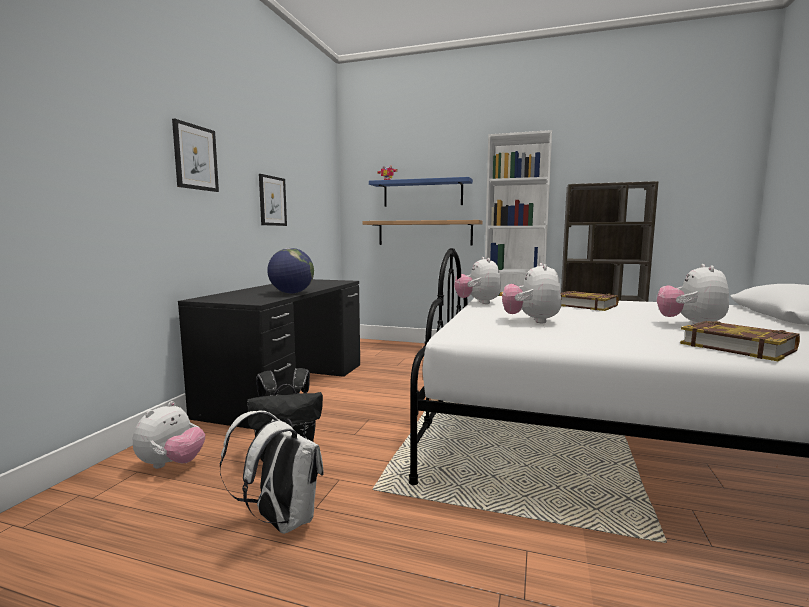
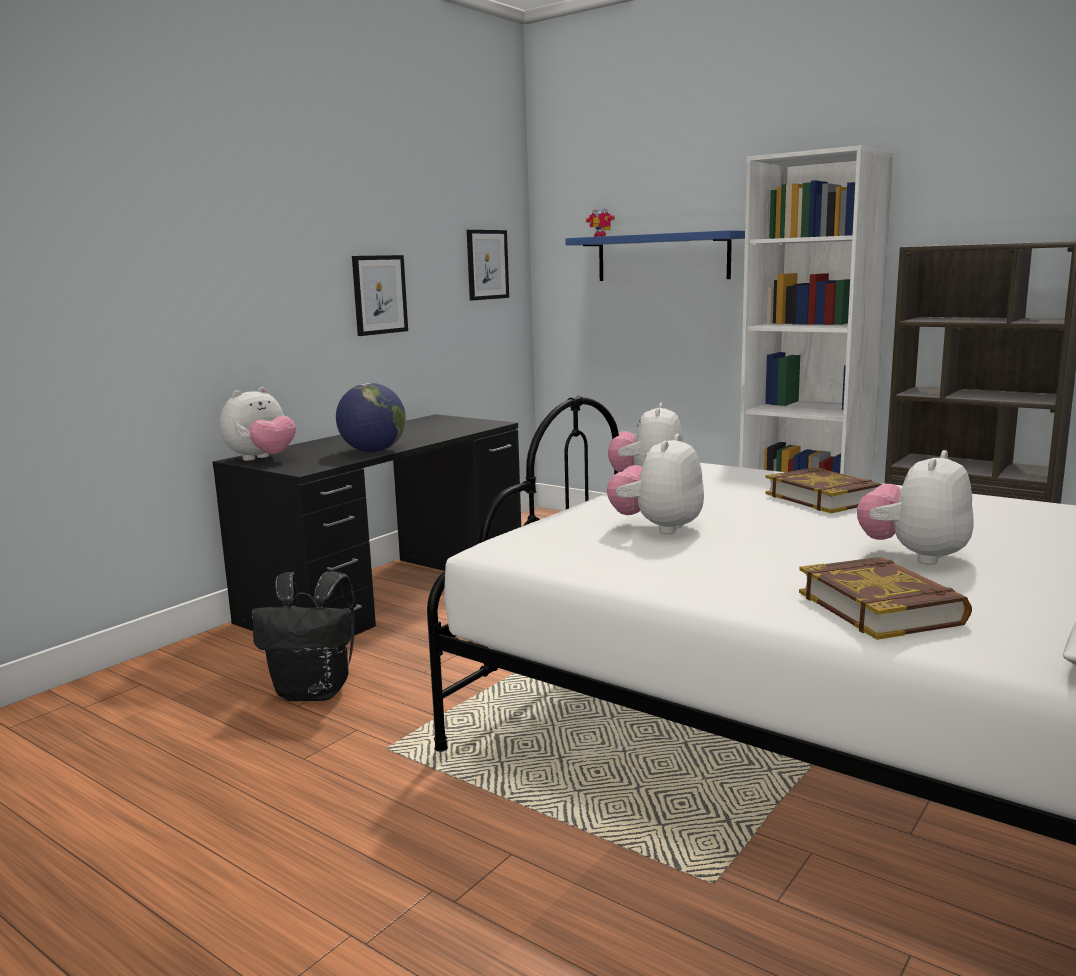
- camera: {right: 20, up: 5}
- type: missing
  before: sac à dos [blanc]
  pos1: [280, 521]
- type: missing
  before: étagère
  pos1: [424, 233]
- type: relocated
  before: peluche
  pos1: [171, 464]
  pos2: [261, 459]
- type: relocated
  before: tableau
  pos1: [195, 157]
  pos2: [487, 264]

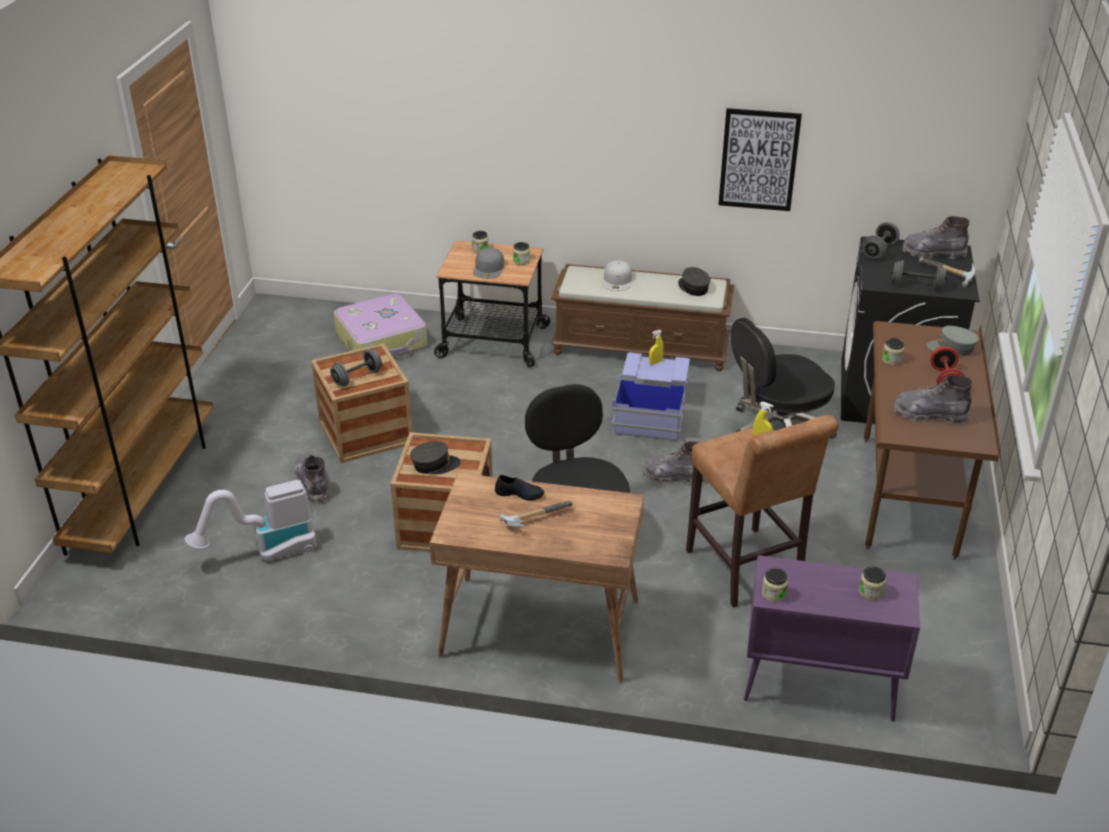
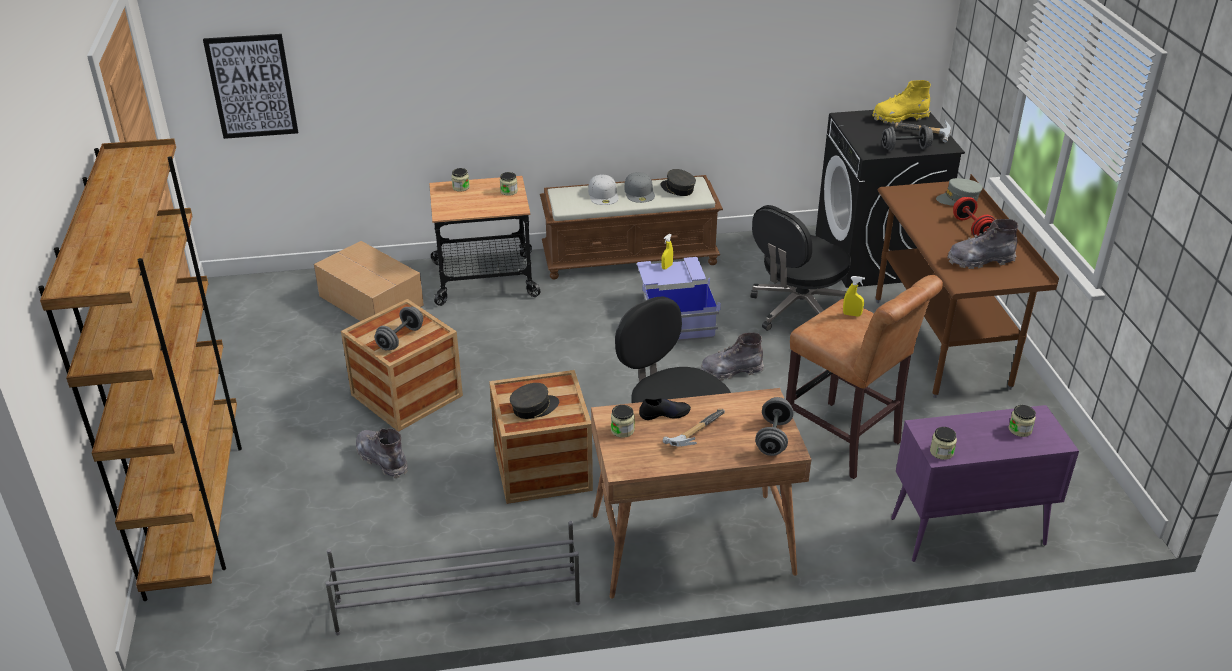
- camera: {right: -20, up: 0}
- type: missing
  before: aspirateur
  pos1: [265, 552]
- type: appeared
  after: étagère à chaussures [gris]
  pos2: [456, 601]
- type: relocated
  before: casquette [gris]
  pos1: [489, 268]
  pos2: [639, 192]
- type: relocated
  before: tableau
  pos1: [759, 160]
  pos2: [252, 86]
- type: relocated
  before: haltère [gris]
  pos1: [879, 251]
  pos2: [773, 438]
- type: relocated
  before: bocal
  pos1: [891, 360]
  pos2: [622, 430]
- type: exchanged
  before: valise
  after: carton
  pos1: [382, 340]
  pos2: [370, 300]
- type: colour
  before: botte [gris]
  after: botte [jaune]
  pos1: [933, 253]
  pos2: [899, 118]

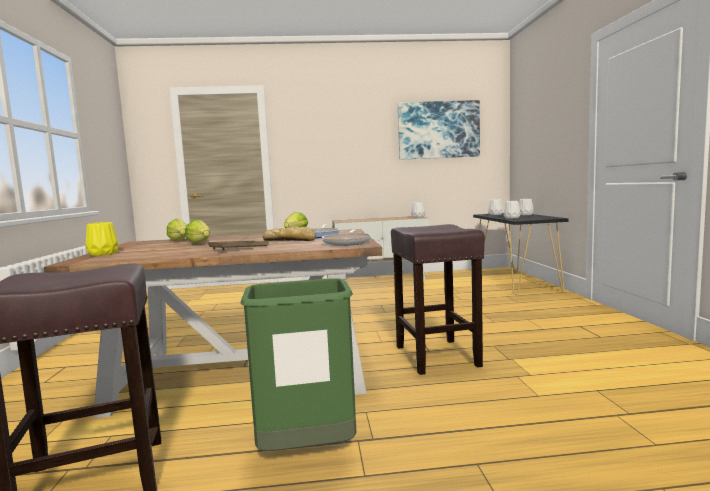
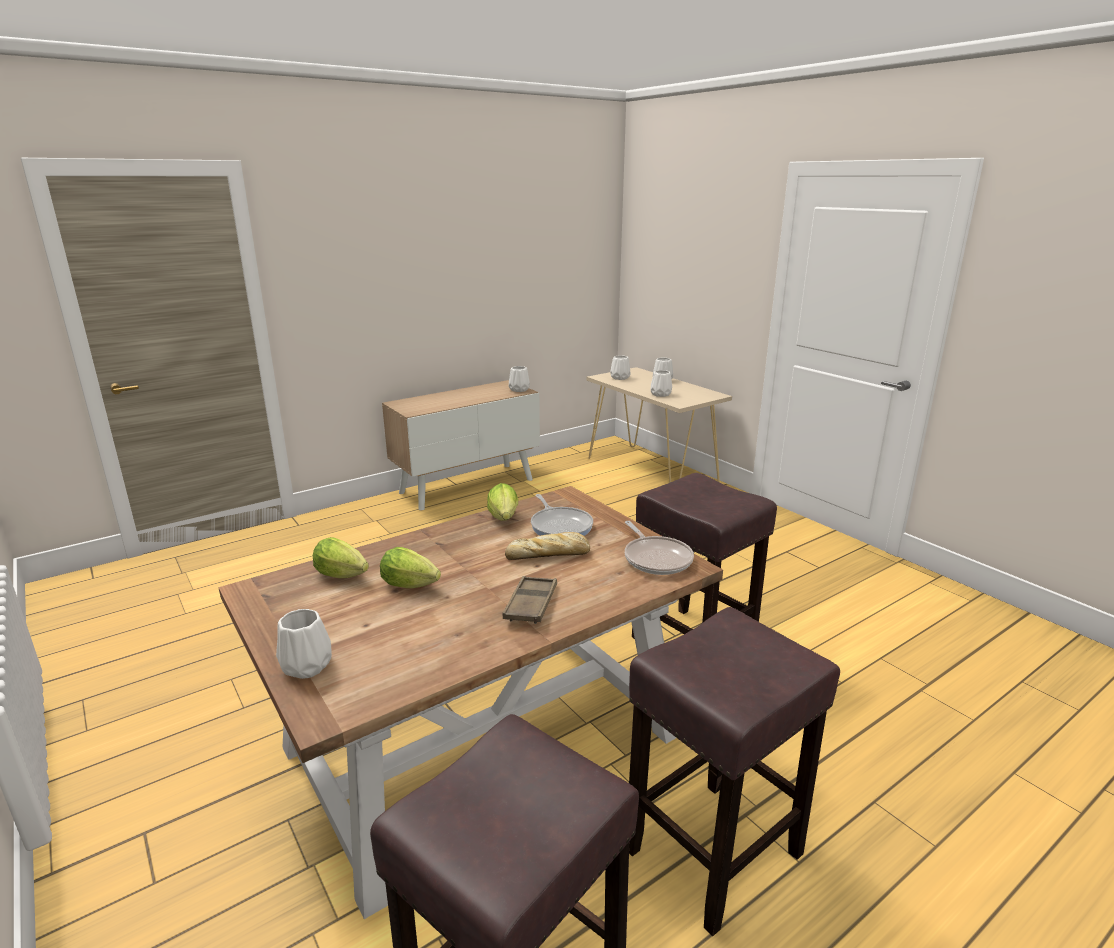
- camera: {right: -30, up: 15}
- type: missing
  before: tableau
  pos1: [438, 130]
- type: exchanged
  before: poubelle [vert]
  after: tabouret [marron]
  pos1: [306, 451]
  pos2: [712, 854]
- type: colour
  before: vase [jaune]
  after: vase [blanc]
  pos1: [103, 254]
  pos2: [308, 666]
- type: colour
  before: table console [noir]
  after: table console [beige]
  pos1: [516, 282]
  pos2: [651, 471]

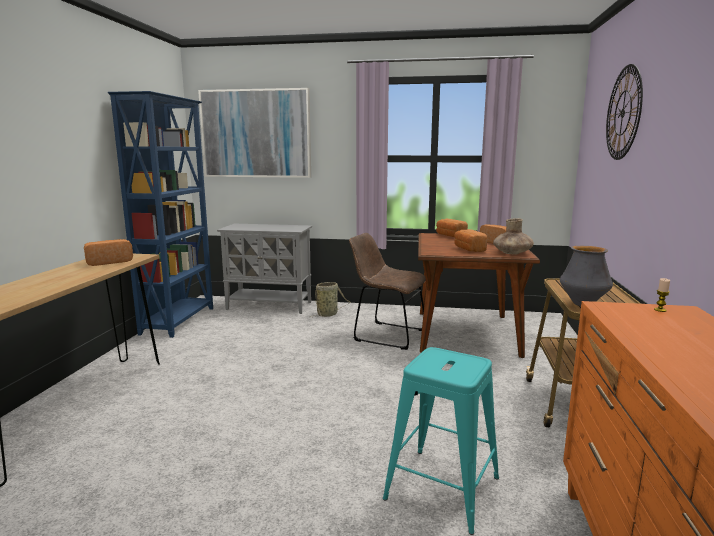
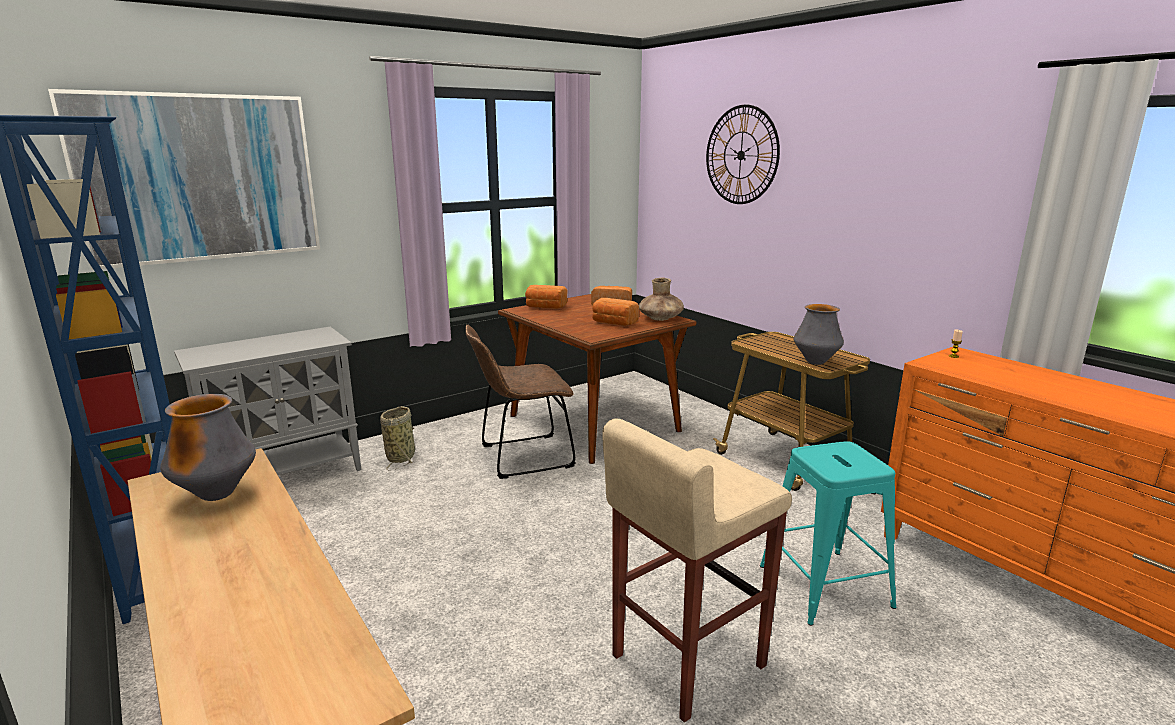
- camera: {right: -45, up: 5}
- type: appeared
  after: tabouret [beige]
  pos2: [685, 660]
- type: exchanged
  before: pain
  after: vase
  pos1: [108, 262]
  pos2: [217, 494]

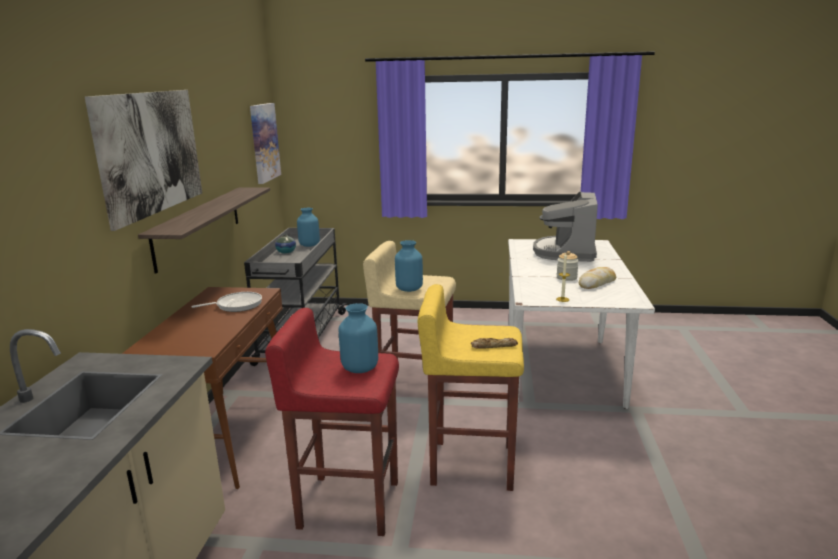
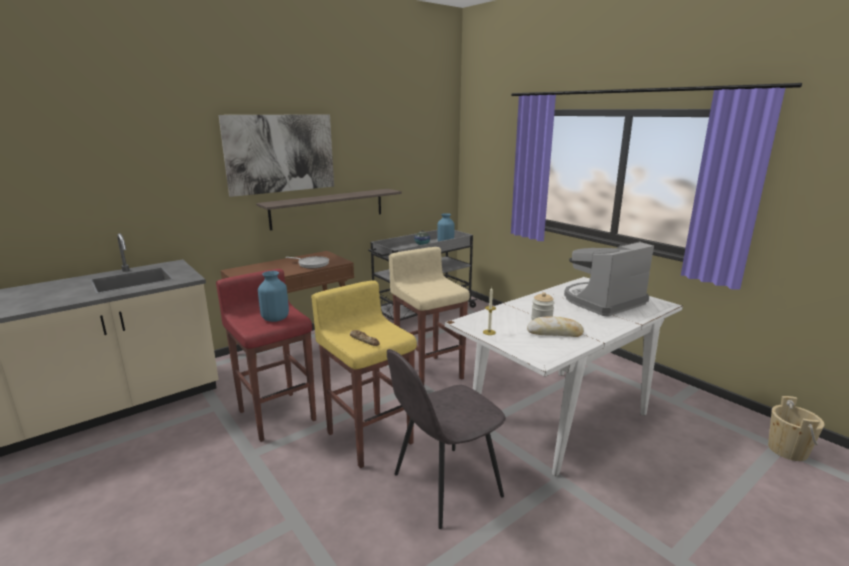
- camera: {right: 45, up: 0}
- type: missing
  before: tableau
  pos1: [264, 142]
- type: missing
  before: vase [bleu]
  pos1: [409, 289]
- type: appeared
  after: chaise [gris]
  pos2: [444, 486]
- type: appeared
  after: seau [beige]
  pos2: [787, 450]

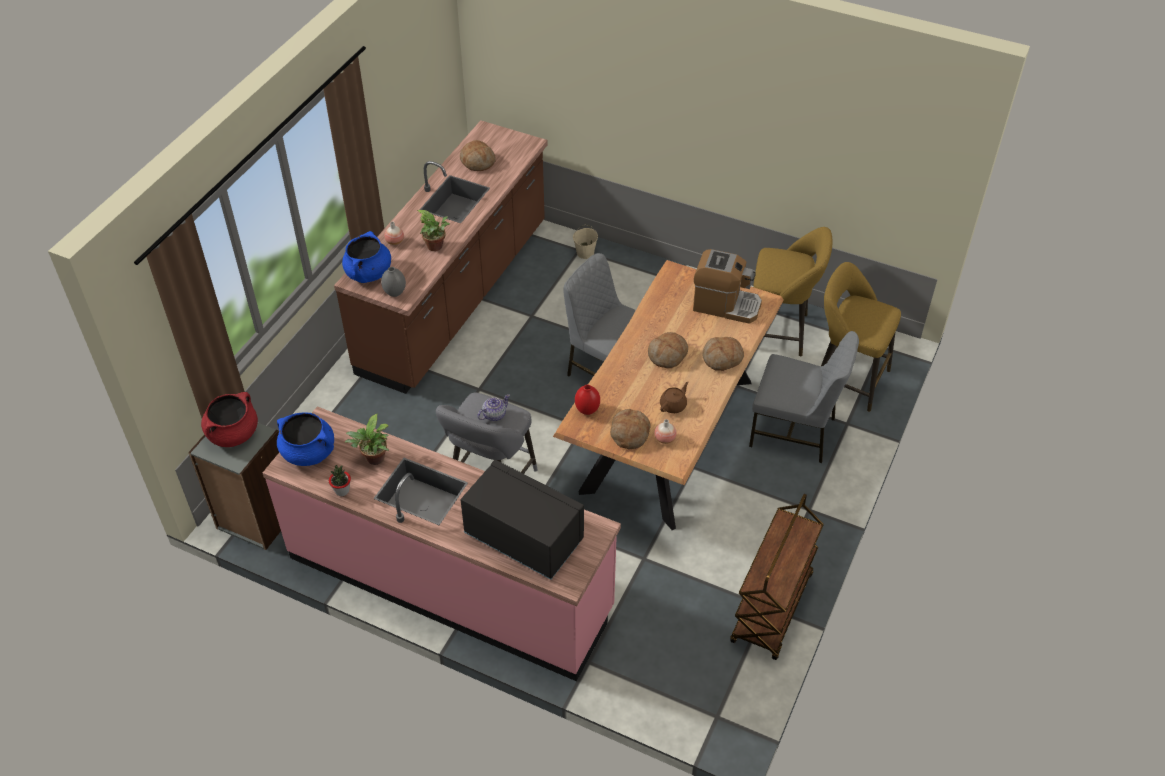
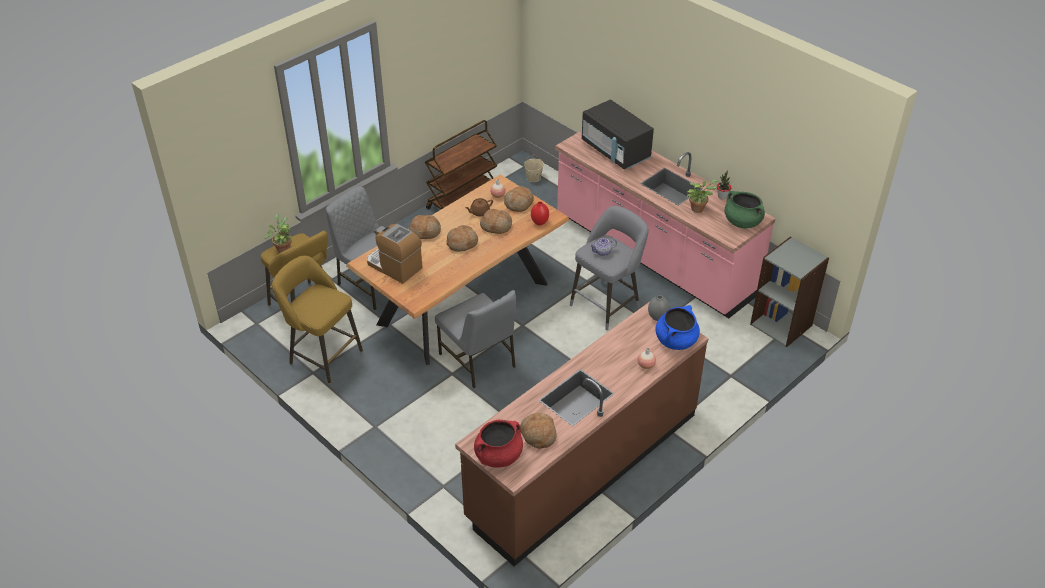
- camera: {right: -160, up: -5}
- type: appeared
  after: pain
  pos2: [496, 226]
- type: relocated
  before: marmite [rouge]
  pos1: [233, 434]
  pos2: [498, 456]
- type: relocated
  before: plante en pot
  pos1: [436, 247]
  pos2: [282, 249]
- type: relocated
  before: seau [beige]
  pos1: [585, 253]
  pos2: [533, 178]
- type: colour
  before: marmite [bleu]
  after: marmite [vert]
  pos1: [309, 452]
  pos2: [742, 222]

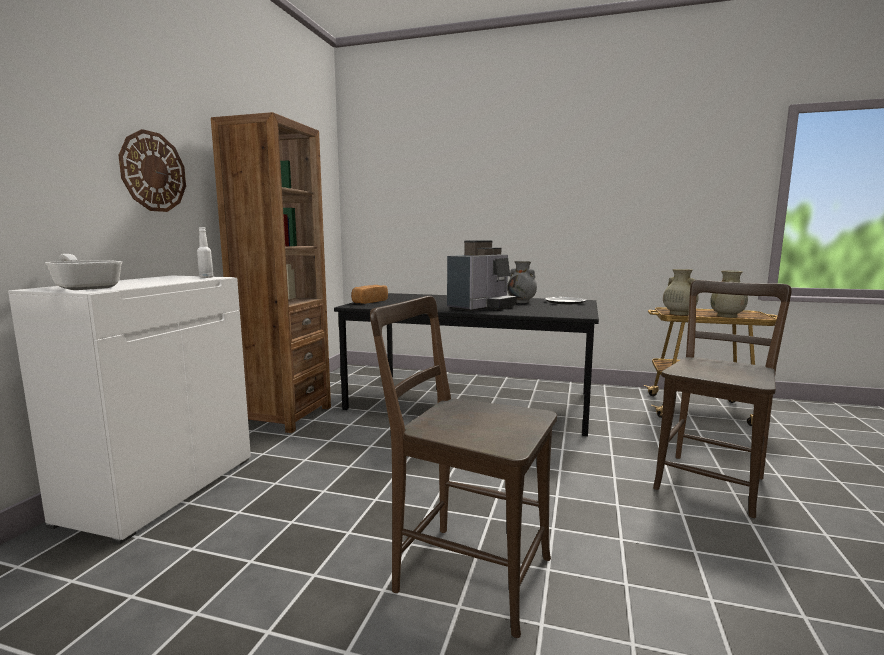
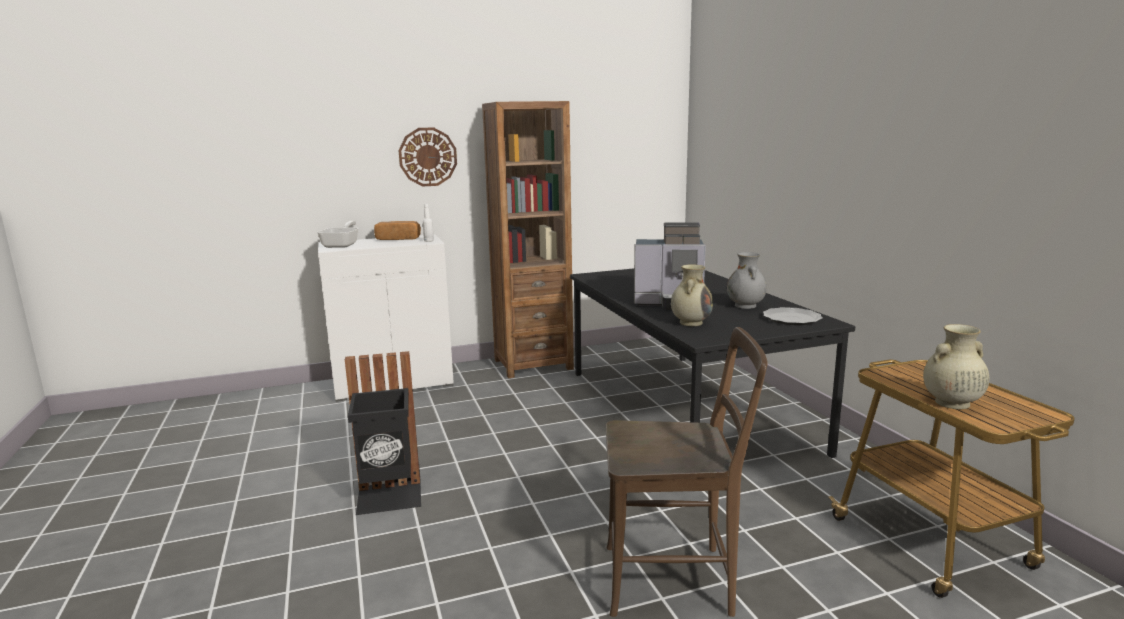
- camera: {right: 55, up: 5}
- type: relocated
  before: pain
  pos1: [369, 302]
  pos2: [398, 239]
- type: relocated
  before: vase [beige]
  pos1: [678, 313]
  pos2: [691, 322]
- type: exchanged
  before: chaise [marron]
  after: poubelle [noir]
  pos1: [465, 571]
  pos2: [390, 498]

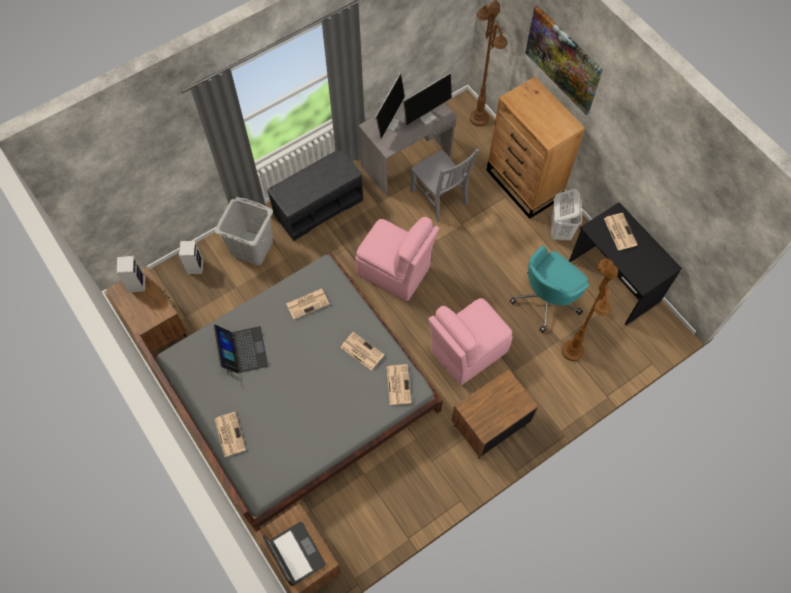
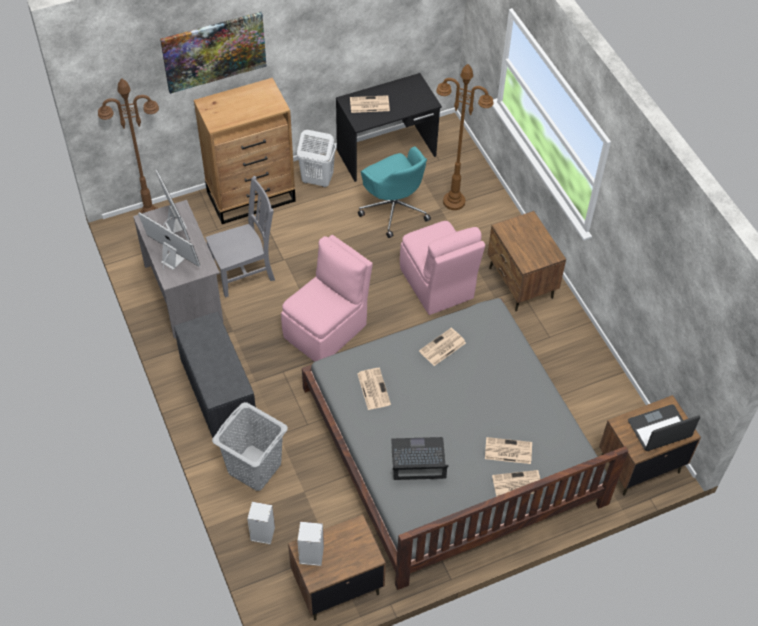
- camera: {right: -80, up: -10}
- type: relocated
  before: journal
  pos1: [398, 384]
  pos2: [507, 451]

